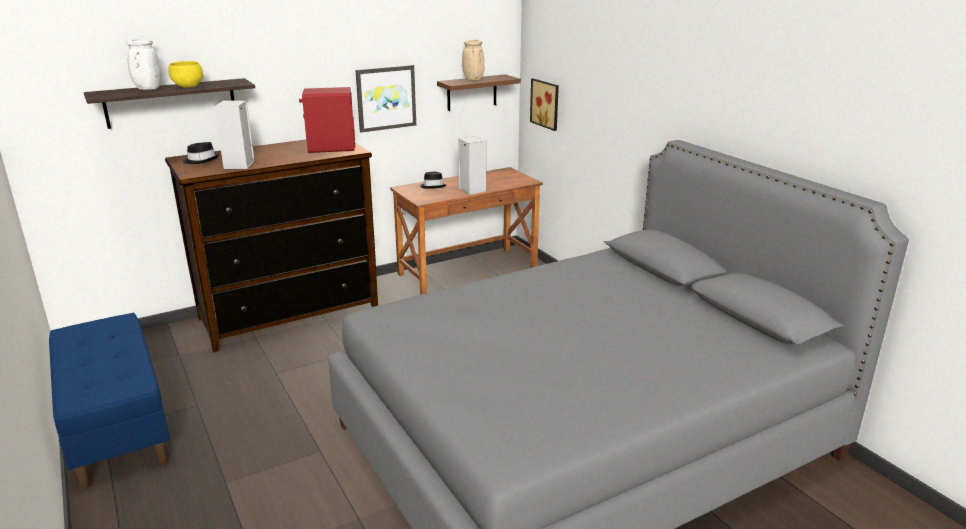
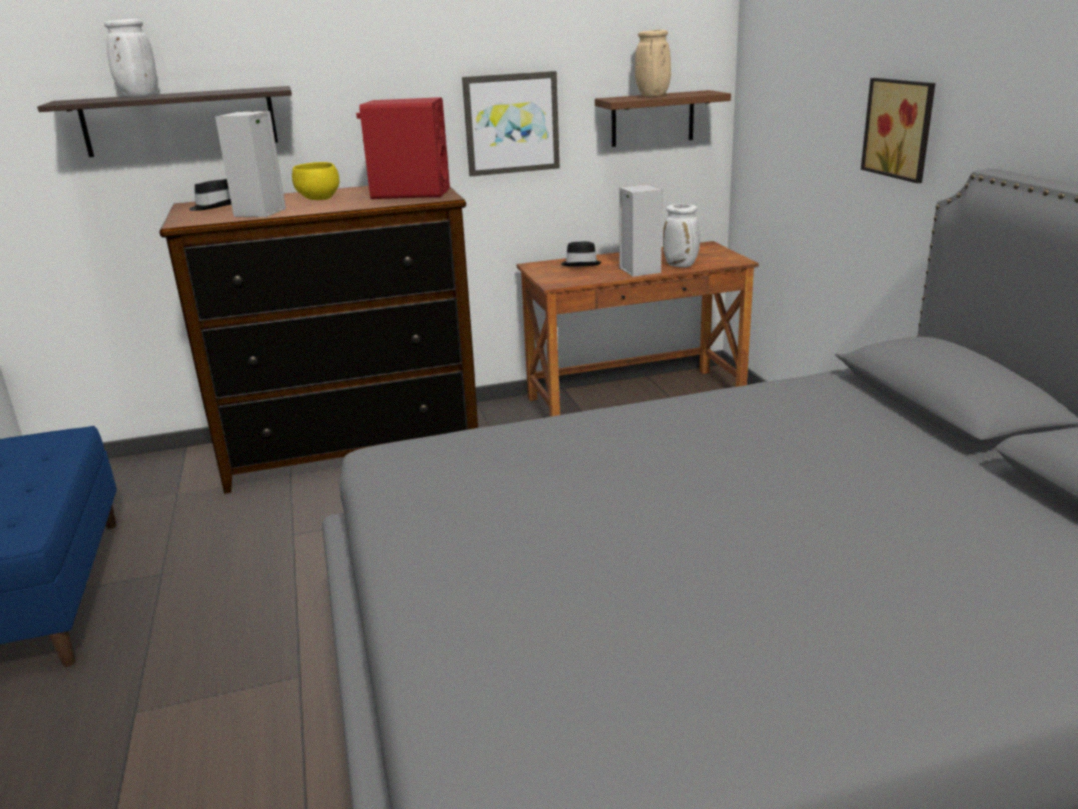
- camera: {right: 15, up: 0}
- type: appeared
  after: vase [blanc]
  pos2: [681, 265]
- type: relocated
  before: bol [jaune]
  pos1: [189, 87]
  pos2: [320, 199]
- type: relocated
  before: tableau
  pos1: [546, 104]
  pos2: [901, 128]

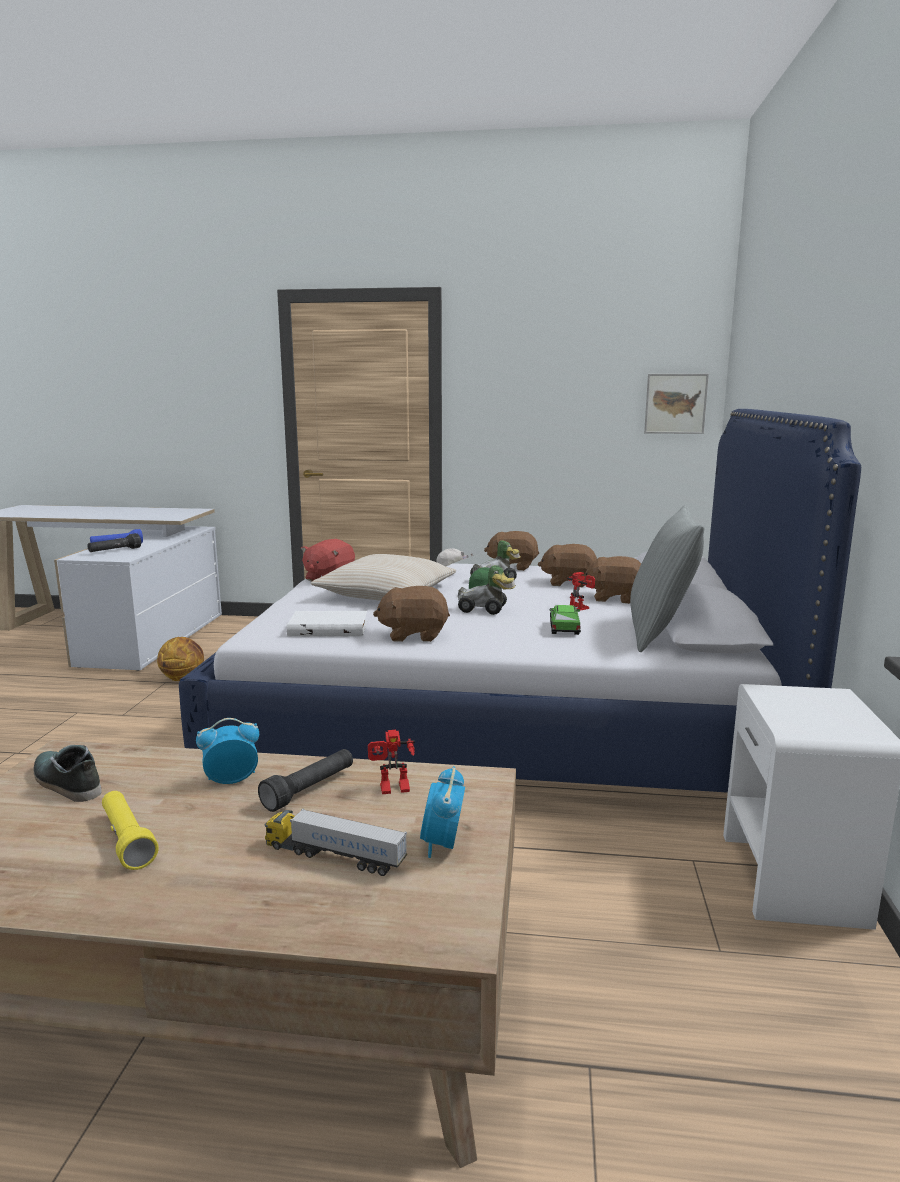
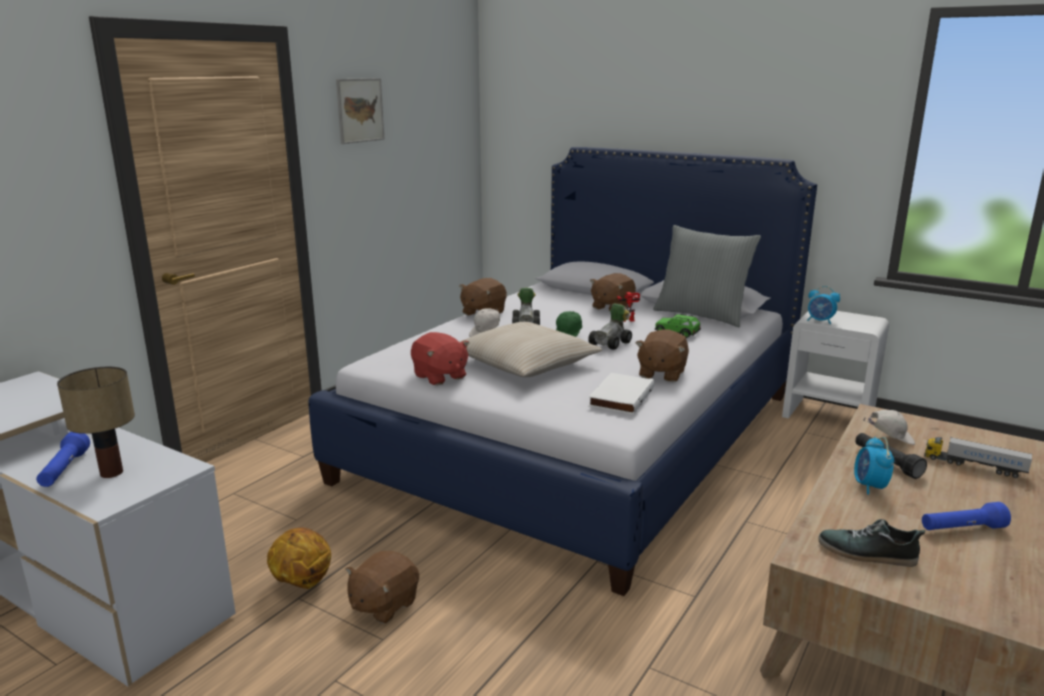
- camera: {right: -65, up: 5}
- type: relocated
  before: réveil
  pos1: [442, 844]
  pos2: [820, 321]
- type: relocated
  before: peluche [marron]
  pos1: [569, 583]
  pos2: [383, 604]
- type: relocated
  before: tableau
  pos1: [675, 403]
  pos2: [360, 110]
- type: exchanged
  before: lampe de poche [noir]
  after: lampe de table
  pos1: [115, 551]
  pos2: [110, 473]
- type: exchanged
  before: robot jouet
  after: casquette [blanc]
  pos1: [393, 790]
  pos2: [888, 439]
- type: colour
  before: lampe de poche [jaune]
  after: lampe de poche [bleu]
  pos1: [127, 840]
  pos2: [962, 529]
- type: spun
  before: chaussure
  pos1: [66, 782]
  pos2: [867, 553]
  turn: 45
- type: spun
  before: camion jouet
  pos1: [334, 856]
  pos2: [974, 466]
  turn: 75

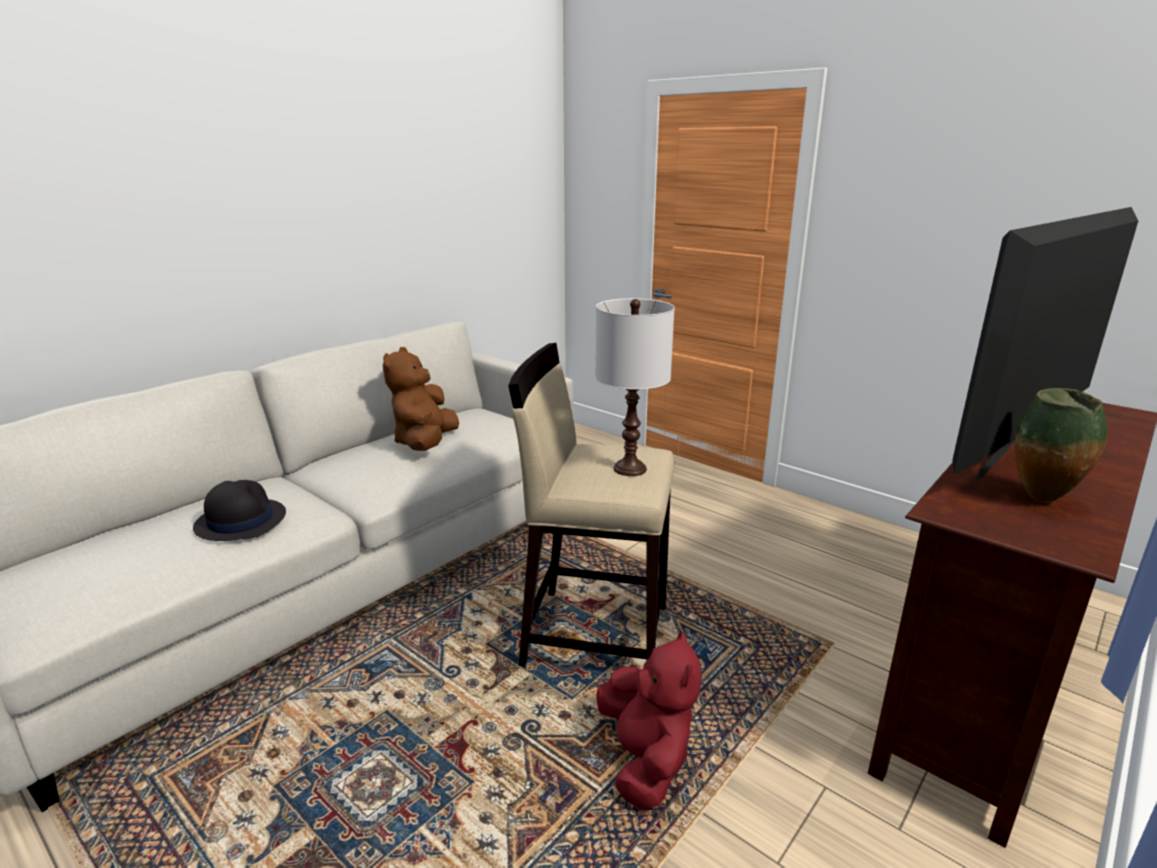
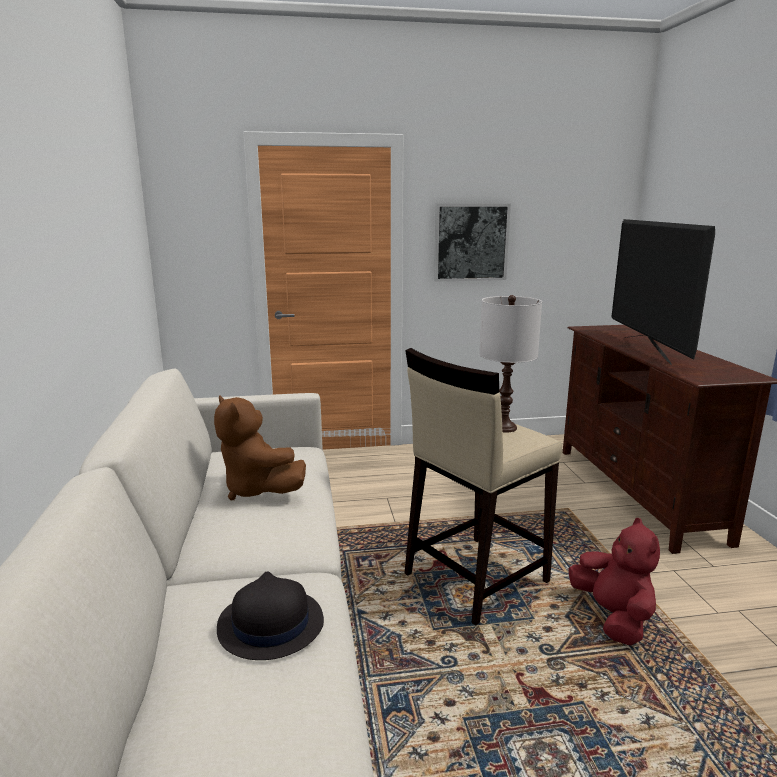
- camera: {right: -50, up: -5}
- type: missing
  before: vase
  pos1: [1042, 501]
- type: appeared
  after: tableau
  pos2: [470, 242]
- type: spun
  before: peluche [rouge]
  pos1: [645, 760]
  pos2: [613, 617]
  turn: 45

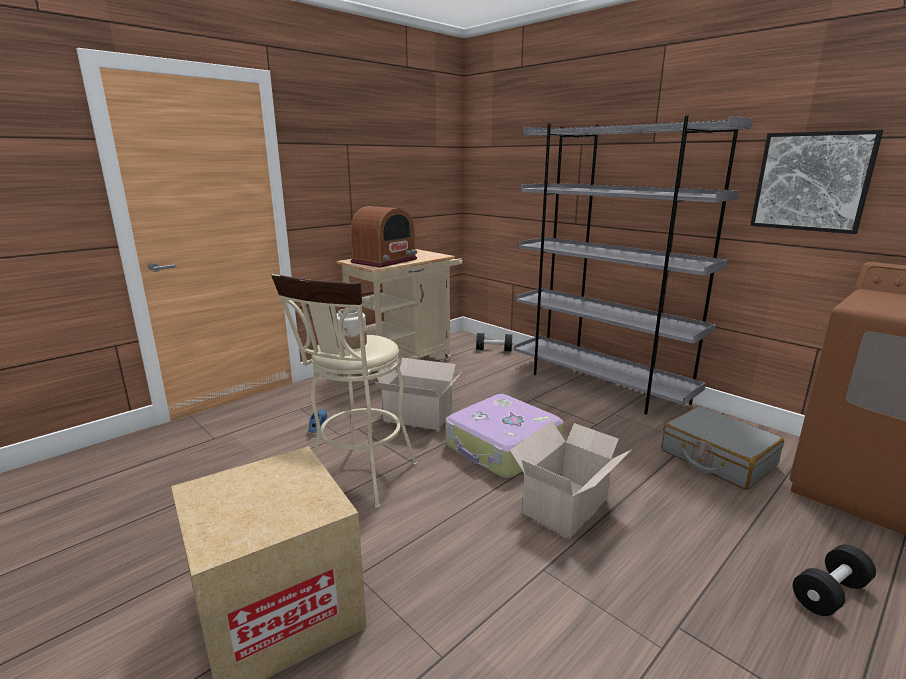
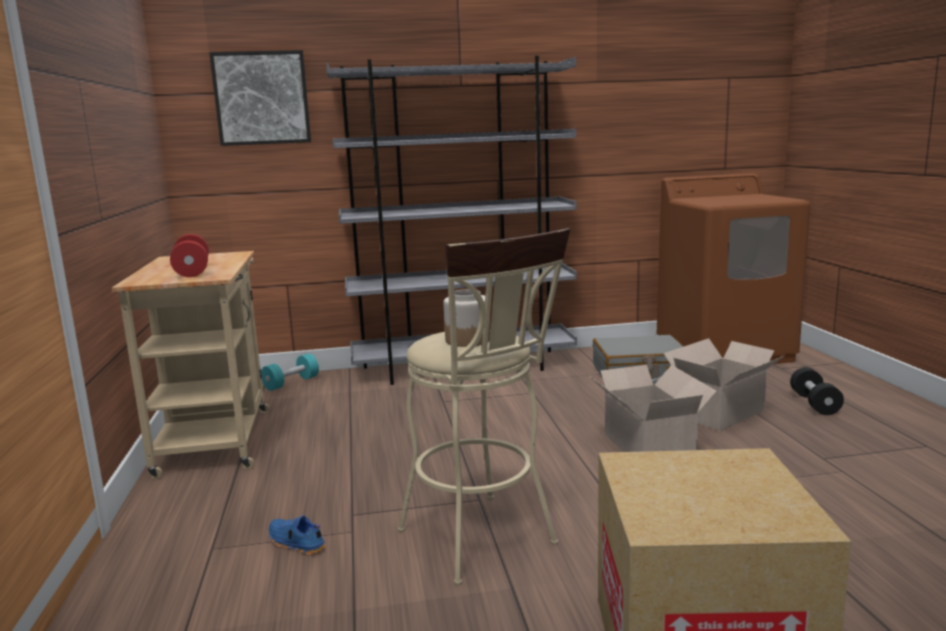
- camera: {right: -55, up: -5}
- type: missing
  before: valise
  pos1: [502, 448]
- type: relocated
  before: carton
  pos1: [419, 417]
  pos2: [722, 413]
- type: relocated
  before: tableau
  pos1: [811, 181]
  pos2: [262, 98]
- type: exchanged
  before: radio
  after: haltère [rouge]
  pos1: [385, 261]
  pos2: [192, 271]
- type: colour
  before: haltère [noir]
  after: haltère [turquoise]
  pos1: [494, 350]
  pos2: [291, 383]

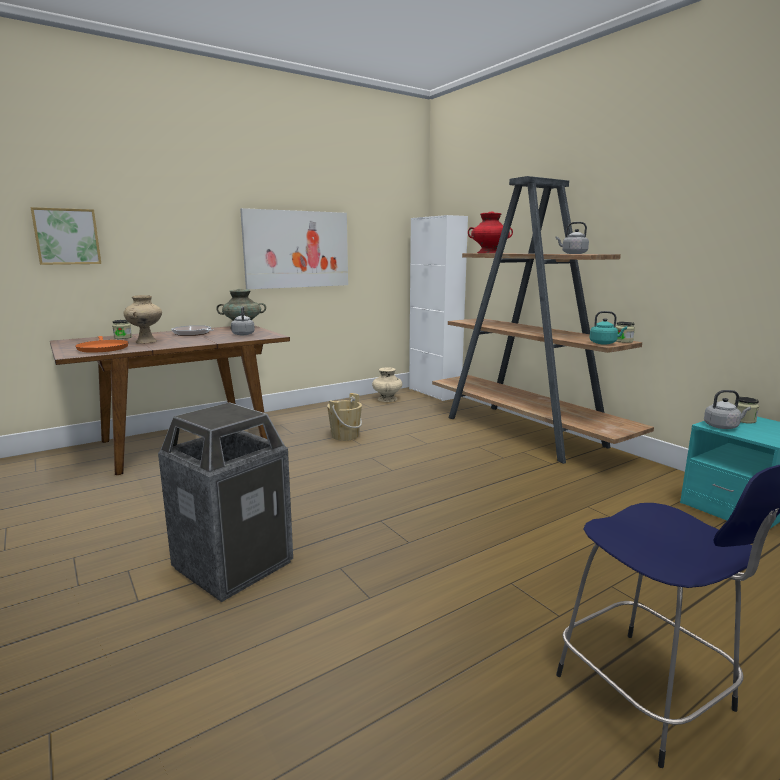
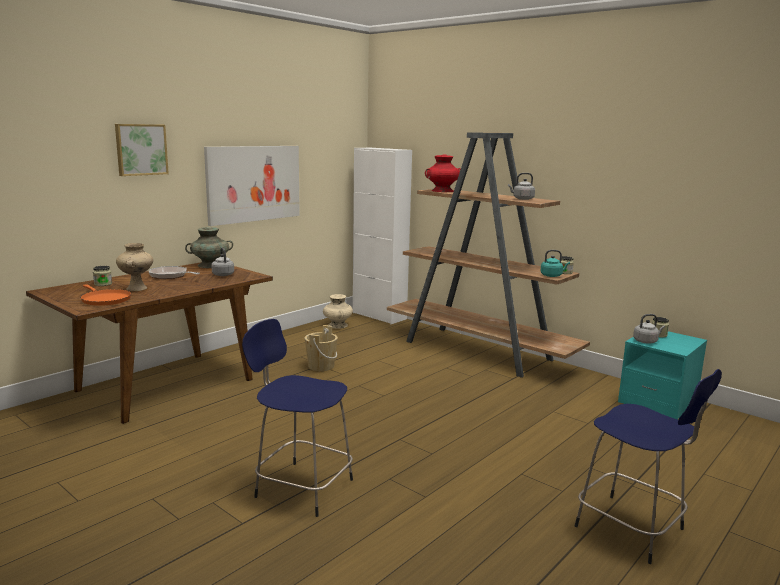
- camera: {right: -15, up: 0}
- type: relocated
  before: tableau
  pos1: [67, 236]
  pos2: [141, 149]
- type: exchanged
  before: poubelle
  after: tabouret [bleu]
  pos1: [233, 565]
  pos2: [301, 487]

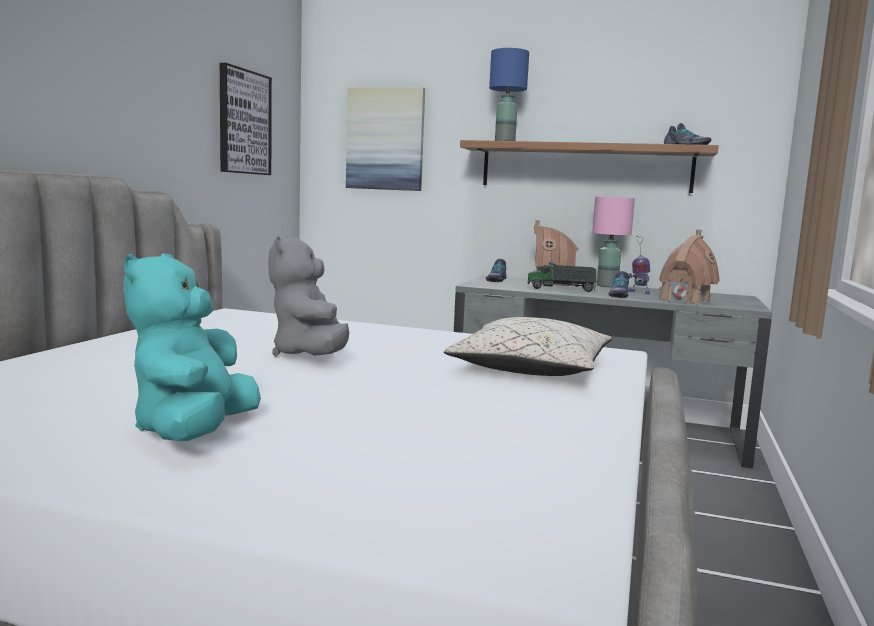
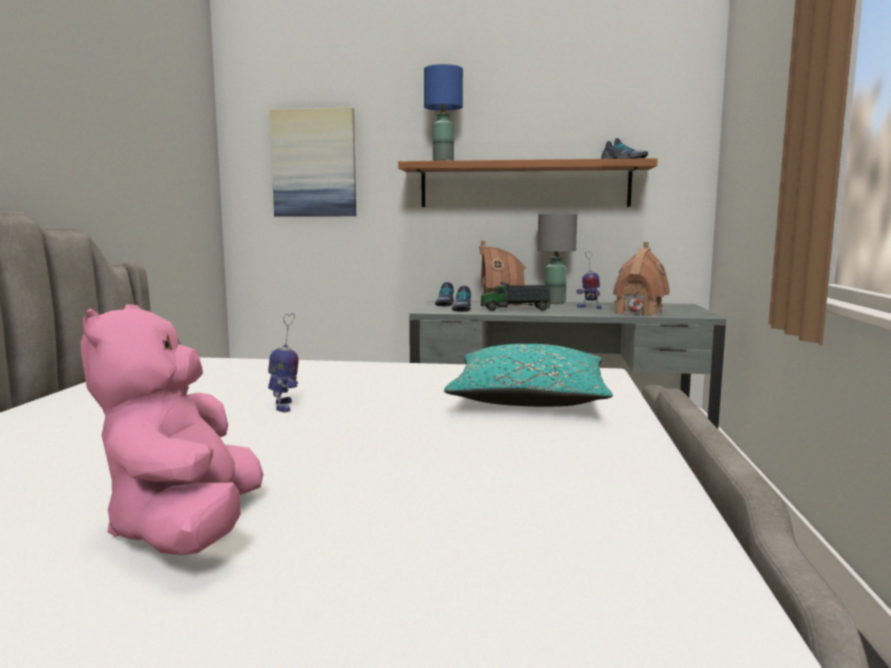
- camera: {right: -10, up: 0}
- type: missing
  before: tableau
  pos1: [244, 122]
- type: relocated
  before: chaussure
  pos1: [618, 295]
  pos2: [461, 309]
- type: exchanged
  before: peluche [gris]
  after: robot jouet
  pos1: [311, 356]
  pos2: [284, 407]
- type: colour
  before: peluche [turquoise]
  after: peluche [rose]
  pos1: [194, 433]
  pos2: [187, 530]
- type: colour
  before: coussin [beige]
  after: coussin [turquoise]
  pos1: [530, 369]
  pos2: [528, 399]
- type: colour
  before: lampe de table [rose]
  after: lampe de table [gris]
  pos1: [608, 286]
  pos2: [555, 303]

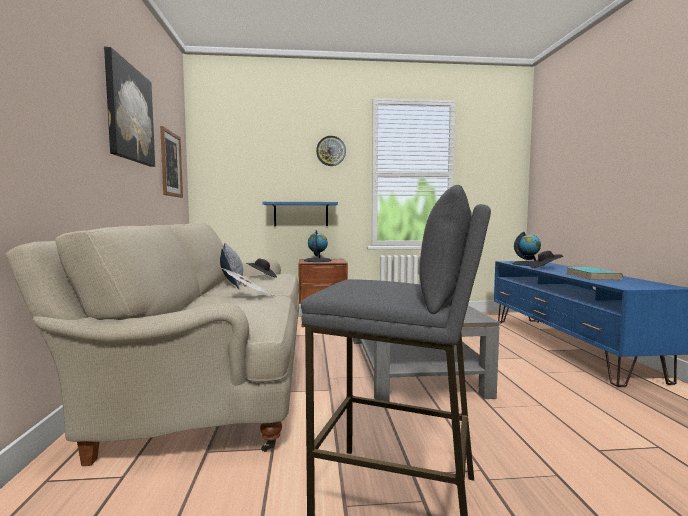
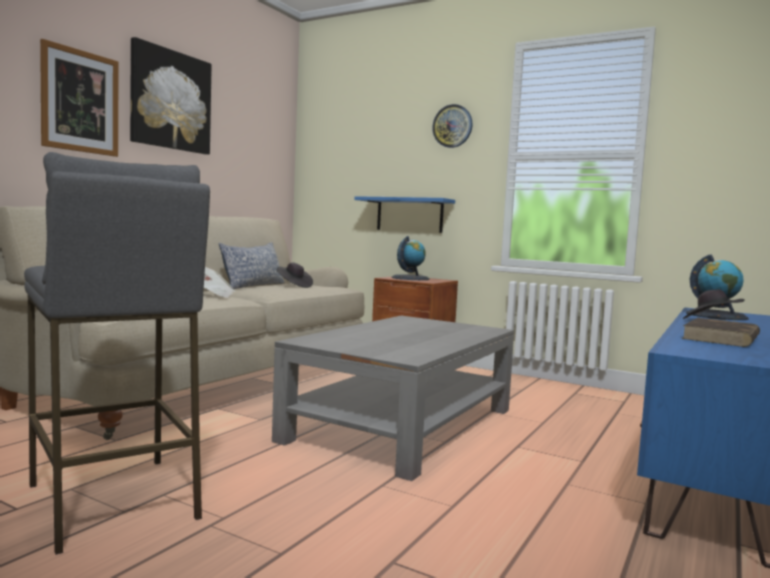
- camera: {right: 35, up: 0}
- type: relocated
  before: tableau
  pos1: [171, 164]
  pos2: [80, 101]
- type: colour
  before: livre [turquoise]
  after: livre [marron]
  pos1: [593, 276]
  pos2: [721, 338]

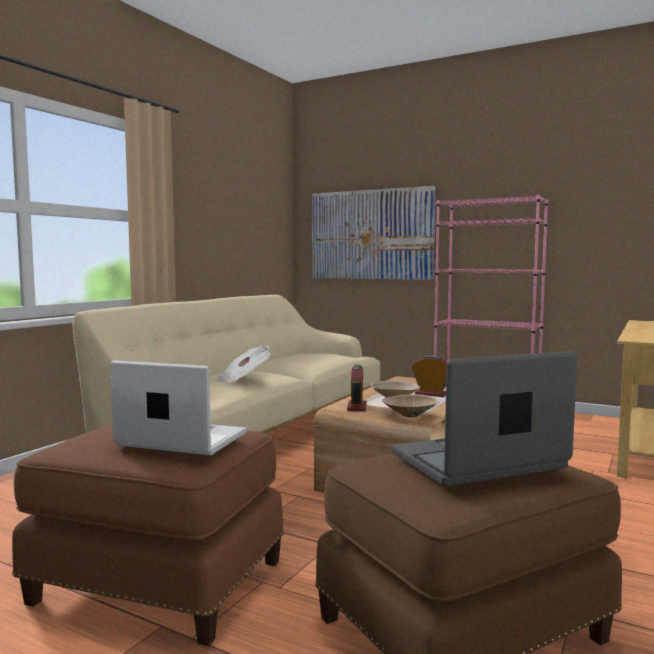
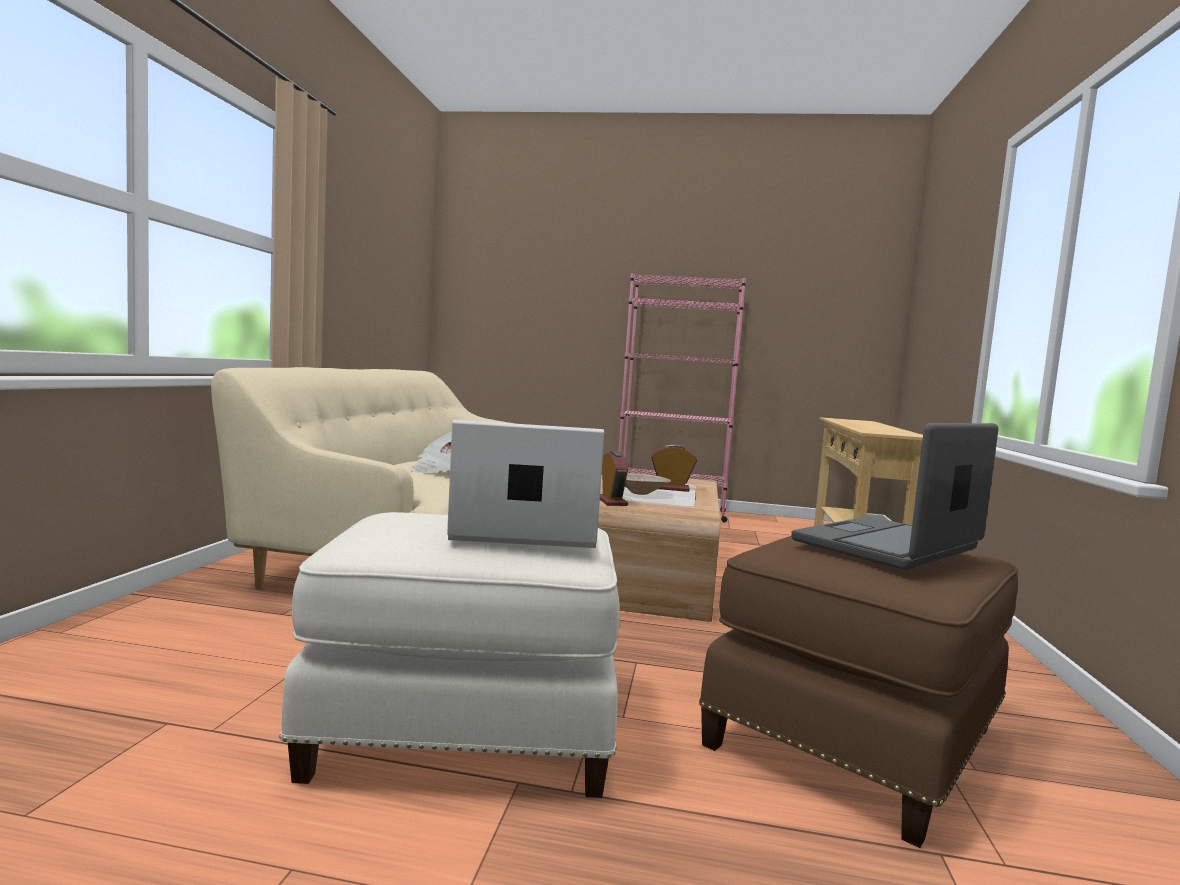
- camera: {right: -20, up: 0}
- type: missing
  before: tableau
  pos1: [371, 234]
- type: missing
  before: bol [beige]
  pos1: [409, 415]
- type: colour
  before: pouf [marron]
  after: pouf [blanc]
  pos1: [157, 583]
  pos2: [465, 730]

